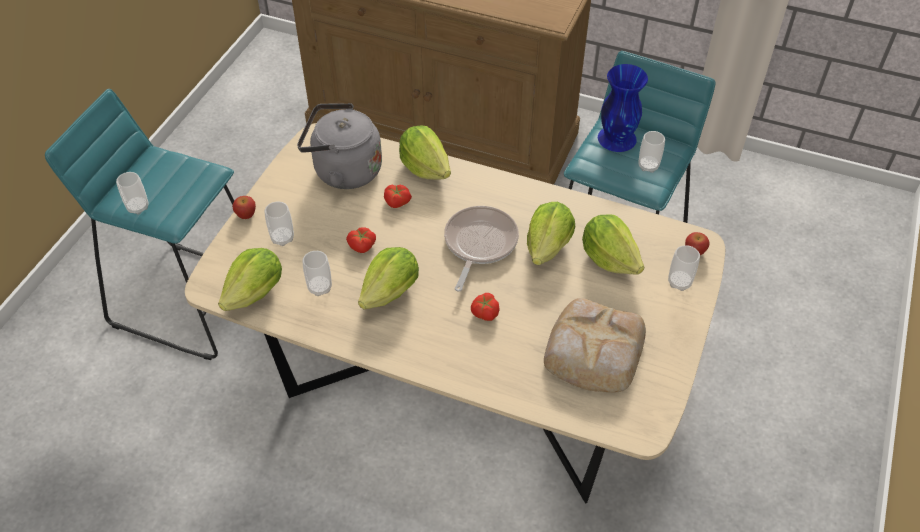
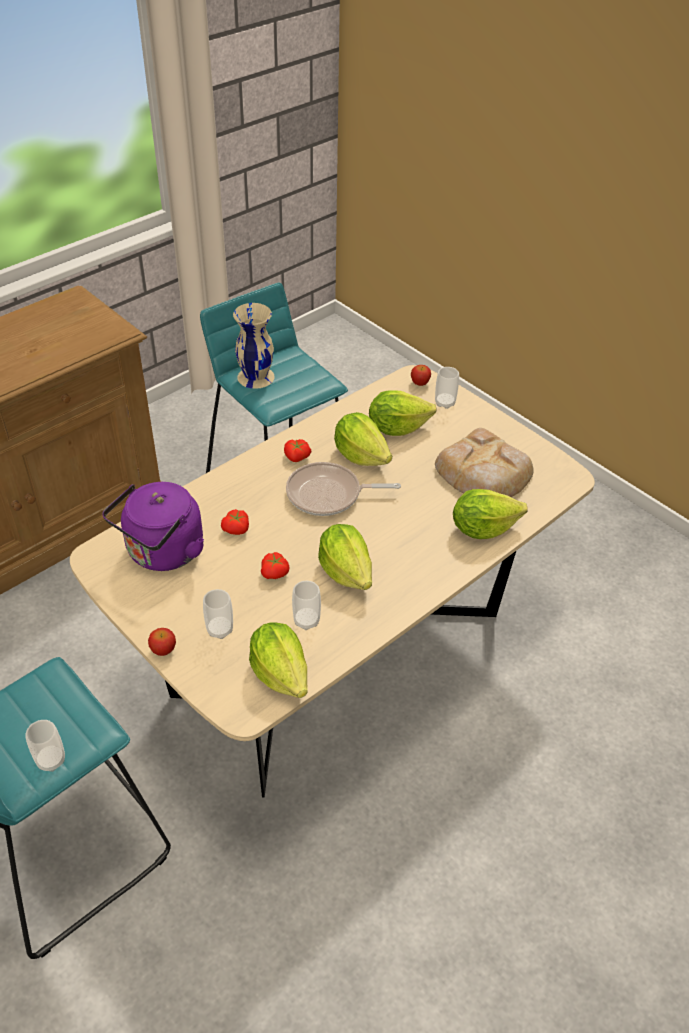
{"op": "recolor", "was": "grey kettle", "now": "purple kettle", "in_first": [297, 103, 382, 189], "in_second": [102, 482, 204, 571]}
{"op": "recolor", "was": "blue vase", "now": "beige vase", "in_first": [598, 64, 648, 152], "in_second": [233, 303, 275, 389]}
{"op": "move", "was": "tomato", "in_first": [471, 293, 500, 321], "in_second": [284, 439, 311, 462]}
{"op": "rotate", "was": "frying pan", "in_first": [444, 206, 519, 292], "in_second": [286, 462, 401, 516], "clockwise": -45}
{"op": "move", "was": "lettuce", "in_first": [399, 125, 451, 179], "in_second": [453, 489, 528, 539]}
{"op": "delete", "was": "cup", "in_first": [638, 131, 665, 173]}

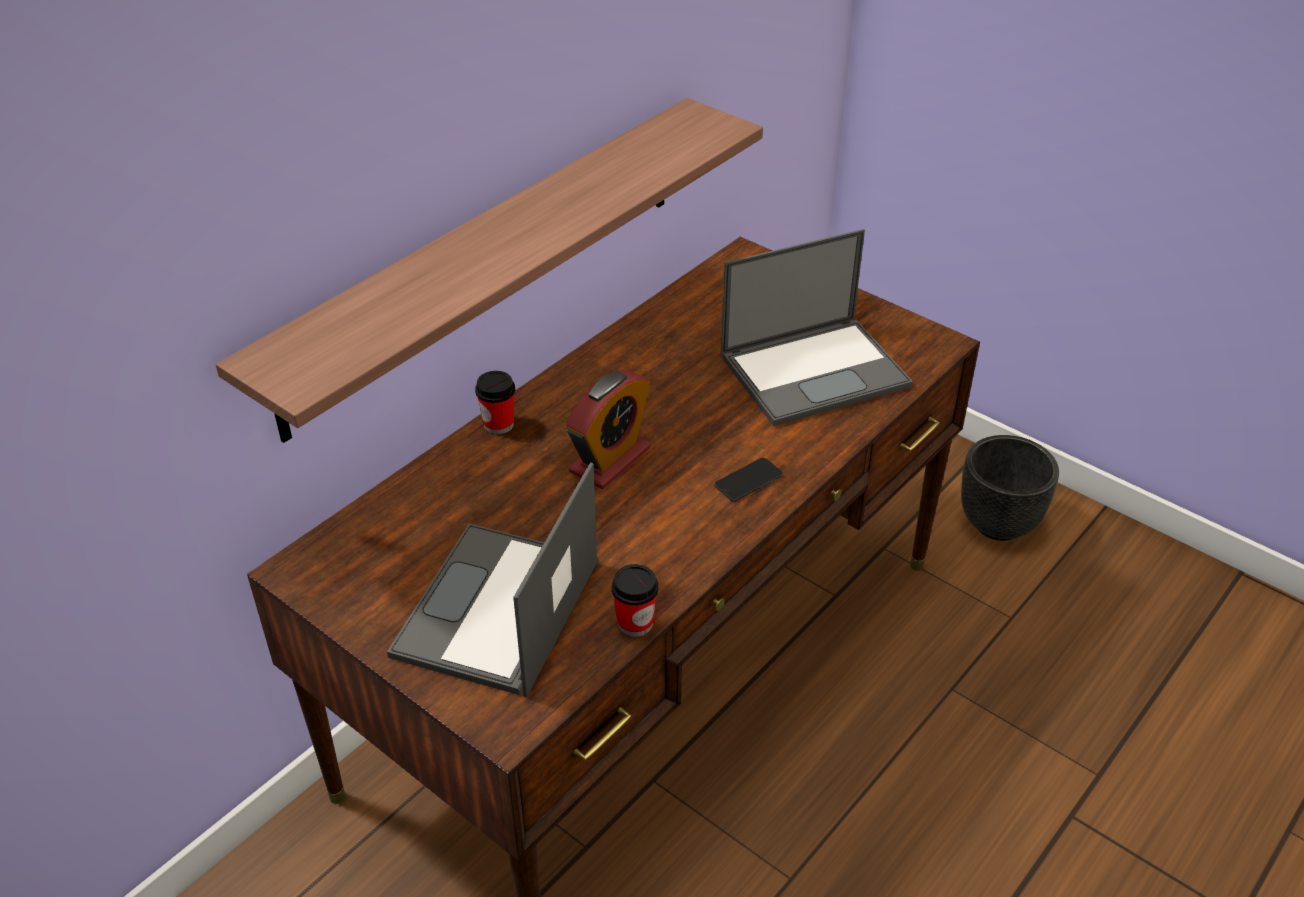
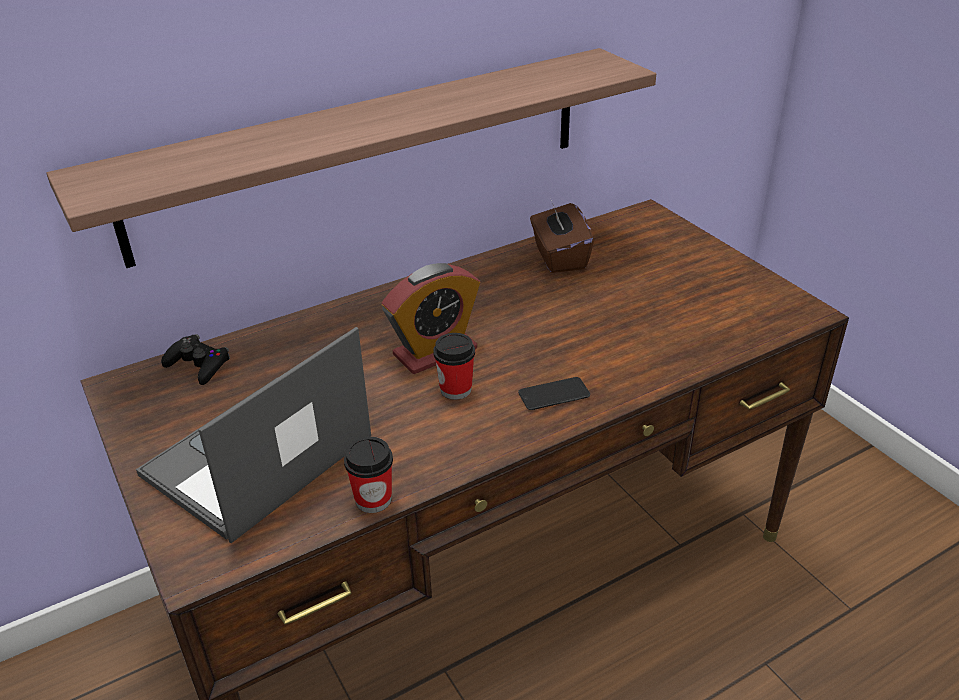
{"op": "insert", "now": "black game controller", "in_second": [161, 334, 230, 385]}
{"op": "move", "was": "cup", "in_first": [475, 371, 515, 434], "in_second": [433, 333, 475, 400]}
{"op": "insert", "now": "brown tissue box", "in_second": [530, 200, 594, 273]}
{"op": "delete", "was": "laptop", "in_first": [721, 229, 913, 426]}
{"op": "delete", "was": "black planter", "in_first": [961, 435, 1059, 541]}

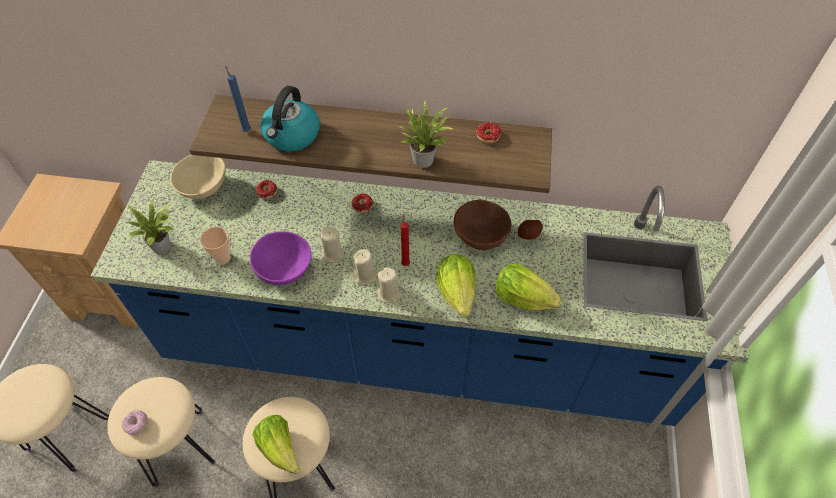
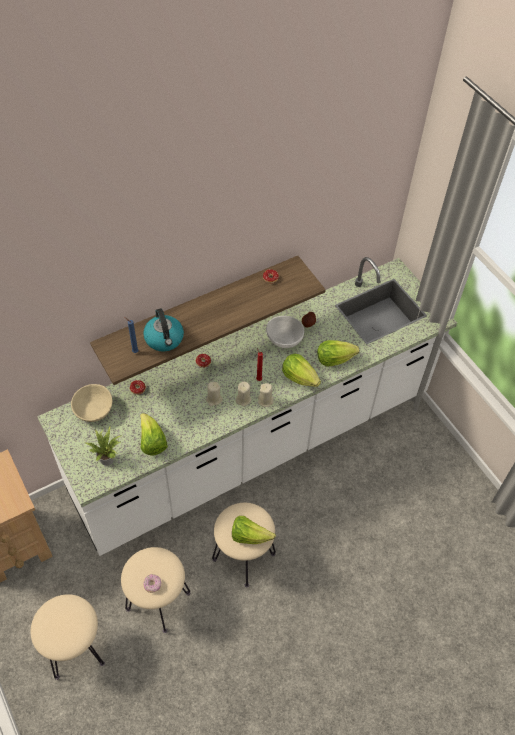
{"op": "recolor", "was": "blue counter", "now": "white counter", "in_first": [91, 160, 749, 426], "in_second": [37, 257, 457, 556]}
{"op": "replace", "was": "cup", "now": "lettuce", "in_first": [200, 227, 231, 265], "in_second": [140, 413, 168, 456]}
{"op": "recolor", "was": "brown bowl", "now": "white bowl", "in_first": [454, 200, 512, 250], "in_second": [266, 316, 304, 348]}
{"op": "delete", "was": "purple bowl", "in_first": [250, 231, 311, 285]}
{"op": "delete", "was": "potted plant", "in_first": [398, 99, 455, 168]}

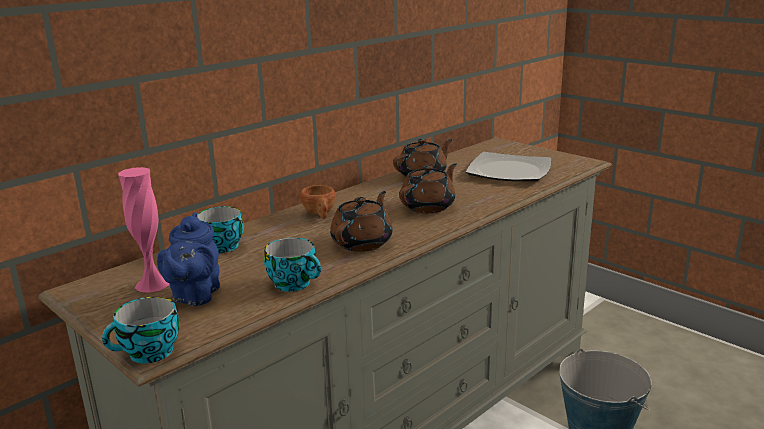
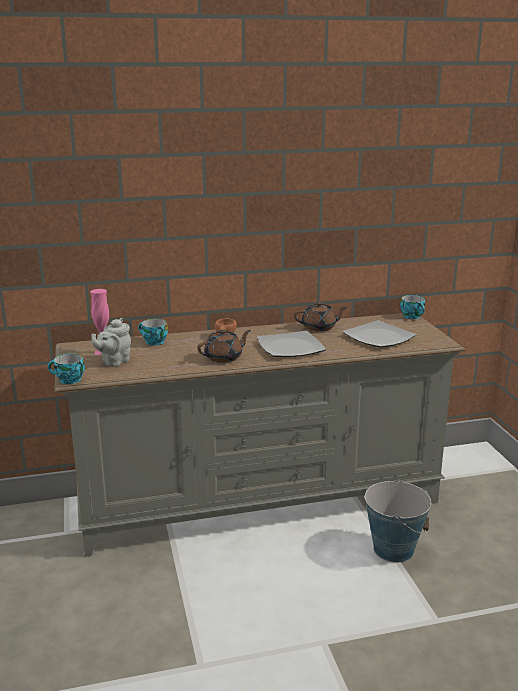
{"op": "recolor", "was": "blue teapot", "now": "grey teapot", "in_first": [157, 212, 220, 306], "in_second": [91, 318, 131, 367]}
{"op": "replace", "was": "brown teapot", "now": "plate", "in_first": [399, 164, 457, 213], "in_second": [257, 331, 326, 357]}
{"op": "move", "was": "cup", "in_first": [264, 238, 321, 292], "in_second": [400, 295, 425, 319]}

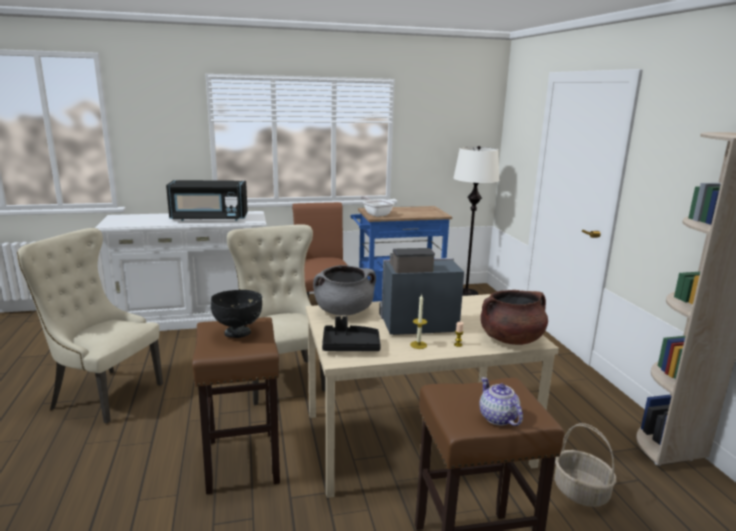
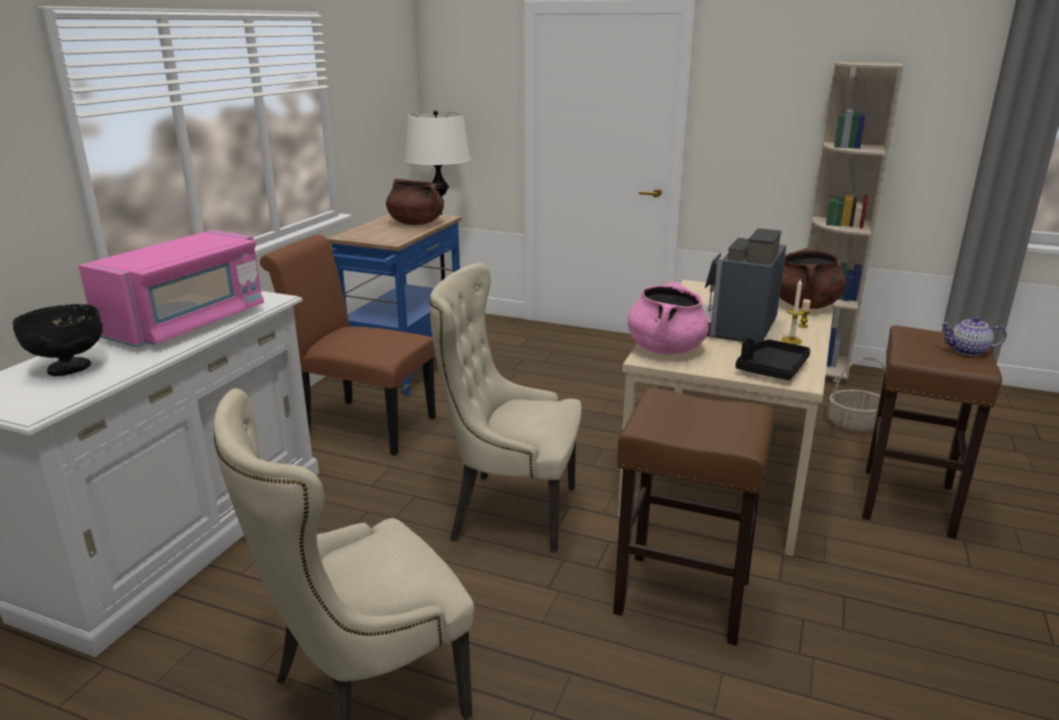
{"op": "move", "was": "black bowl", "in_first": [211, 290, 262, 338], "in_second": [12, 304, 103, 376]}
{"op": "recolor", "was": "black microwave", "now": "pink microwave", "in_first": [166, 180, 248, 221], "in_second": [78, 230, 264, 348]}
{"op": "insert", "now": "brown cooking pot", "in_second": [386, 179, 444, 225]}
{"op": "recolor", "was": "grey cooking pot", "now": "pink cooking pot", "in_first": [313, 265, 376, 316], "in_second": [628, 282, 709, 355]}
{"op": "delete", "was": "frying pan", "in_first": [360, 196, 394, 217]}

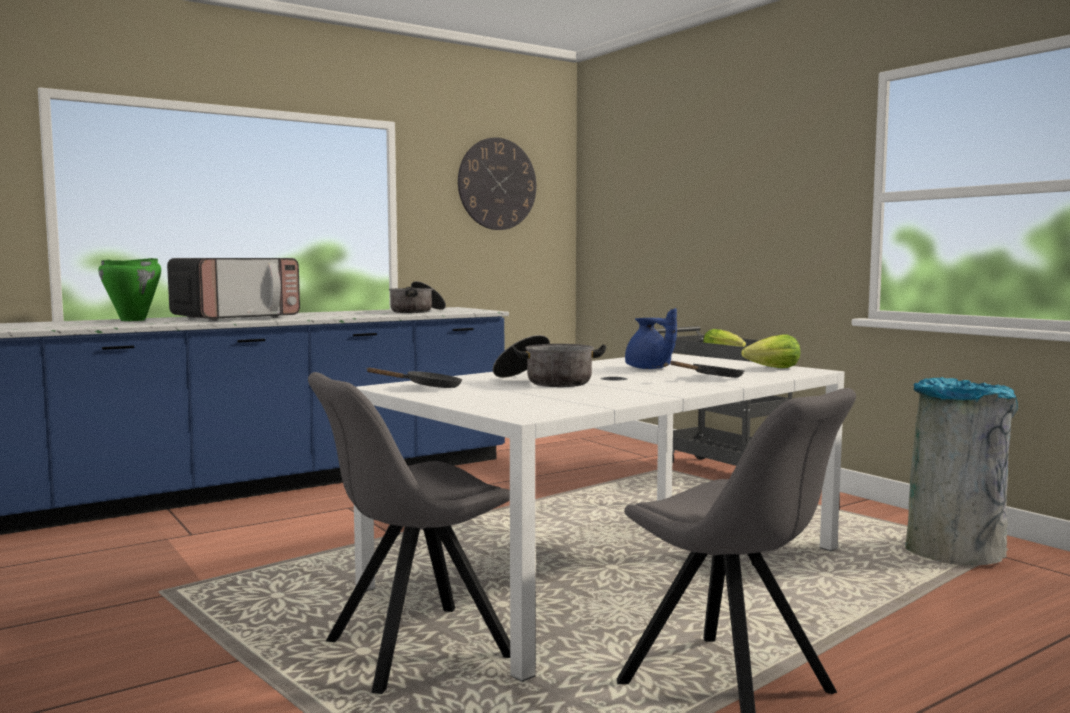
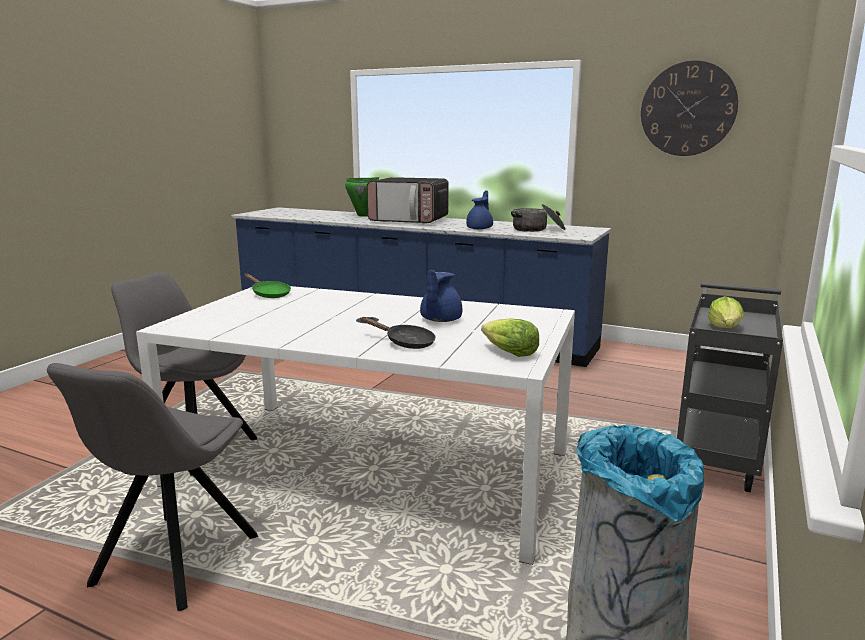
{"op": "recolor", "was": "black frying pan", "now": "green frying pan", "in_first": [365, 368, 462, 388], "in_second": [244, 274, 291, 298]}
{"op": "insert", "now": "blue teapot", "in_second": [466, 190, 493, 229]}
{"op": "delete", "was": "cooking pot", "in_first": [493, 335, 607, 387]}

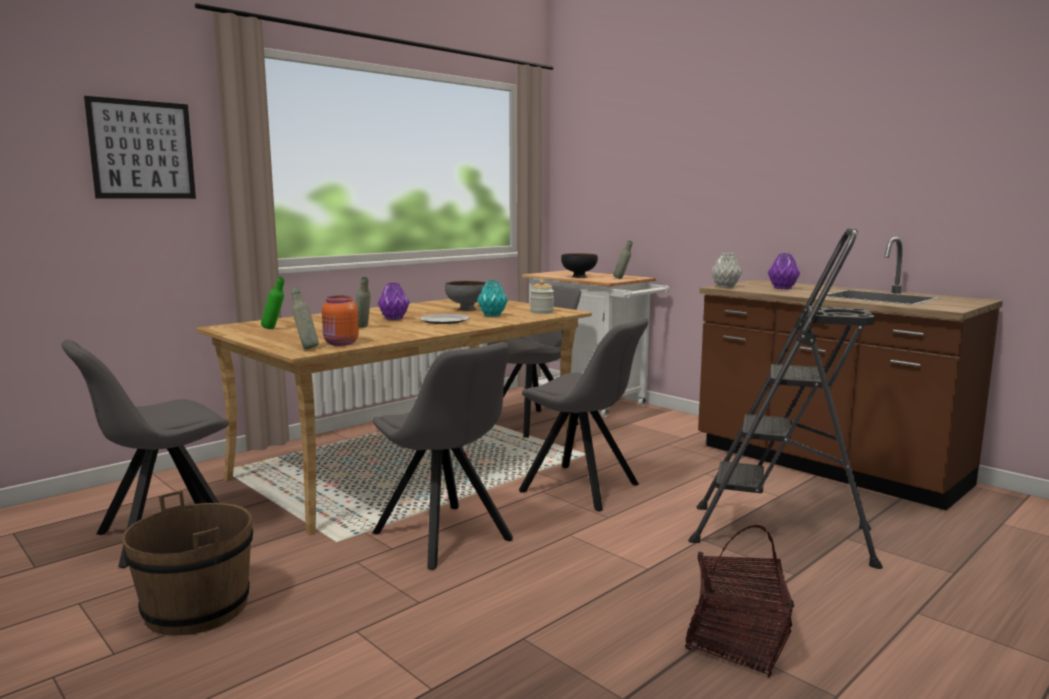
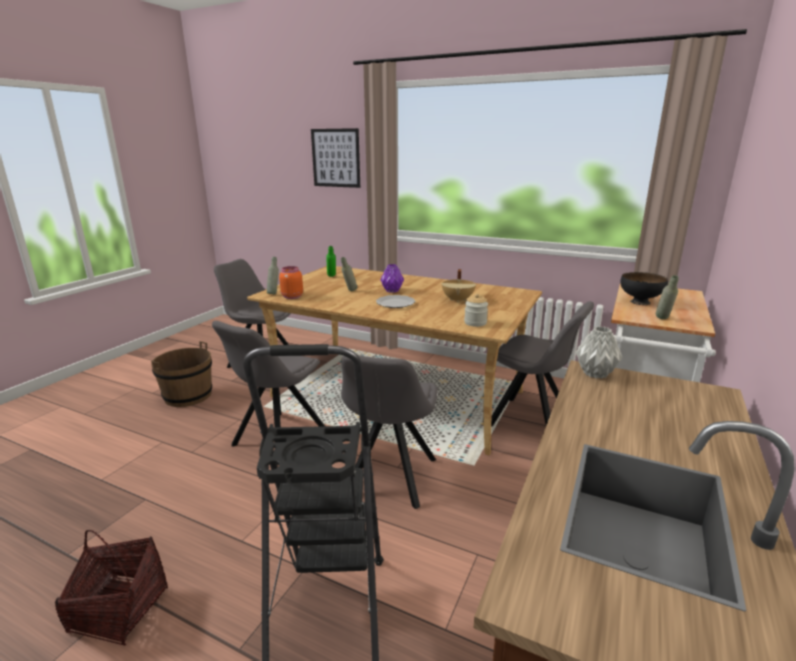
{"op": "replace", "was": "grey bowl", "now": "beige cooking pot", "in_first": [445, 281, 486, 311], "in_second": [441, 269, 476, 303]}
{"op": "delete", "was": "turquoise vase", "in_first": [477, 280, 508, 317]}
{"op": "delete", "was": "purple vase", "in_first": [768, 253, 800, 289]}

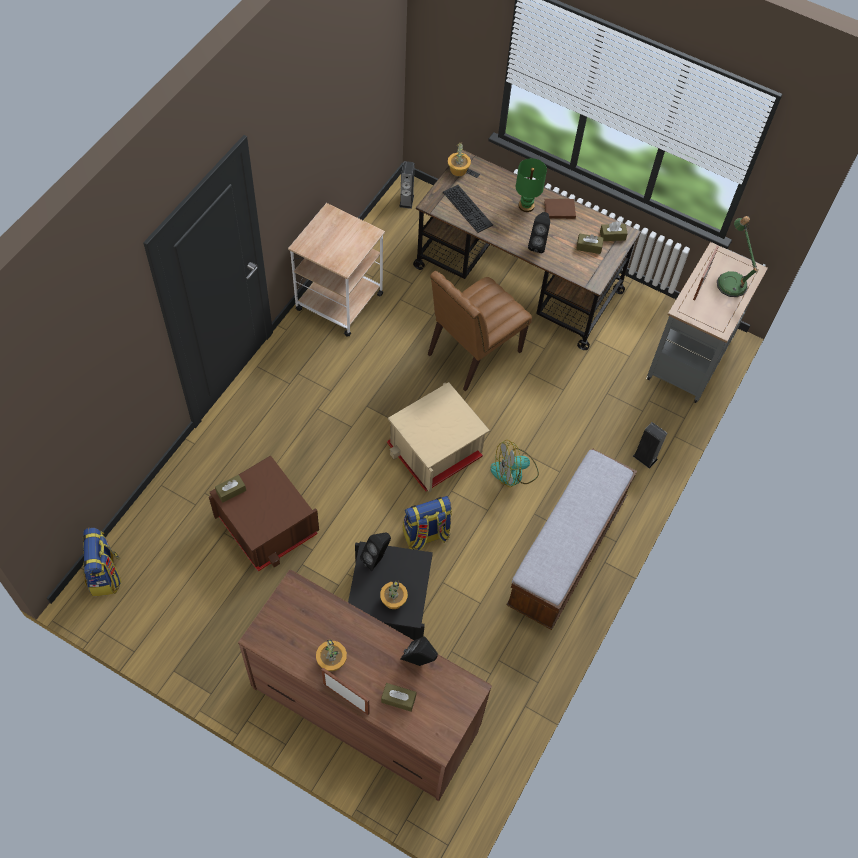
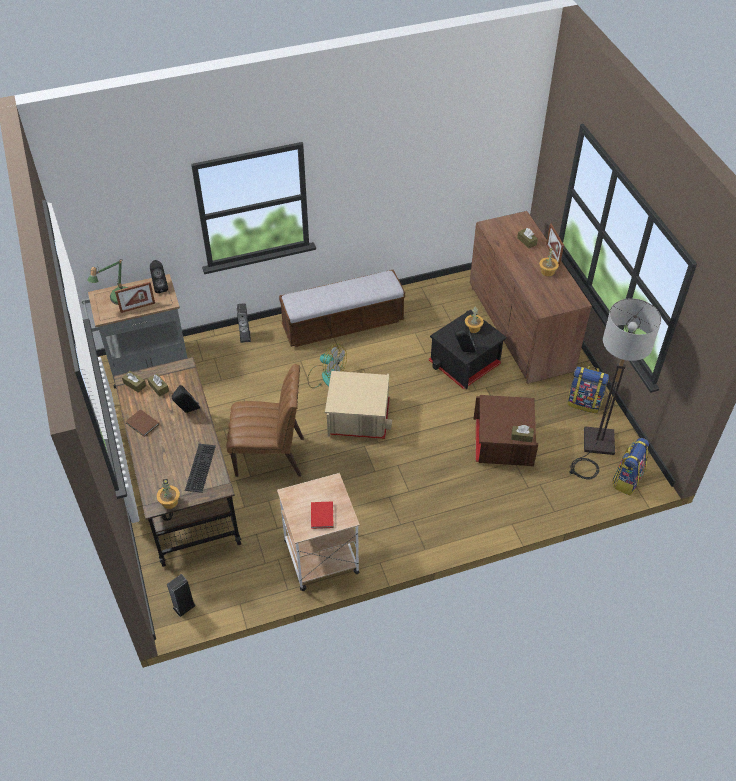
{"op": "move", "was": "black speaker", "in_first": [401, 636, 438, 666], "in_second": [150, 260, 168, 293]}
{"op": "insert", "now": "red book", "in_second": [311, 501, 334, 529]}
{"op": "move", "was": "backpack", "in_first": [403, 496, 452, 551], "in_second": [567, 366, 609, 414]}
{"op": "insert", "now": "floor lamp", "in_second": [570, 298, 661, 480]}
{"op": "delete", "was": "green table lamp", "in_first": [516, 158, 547, 212]}

